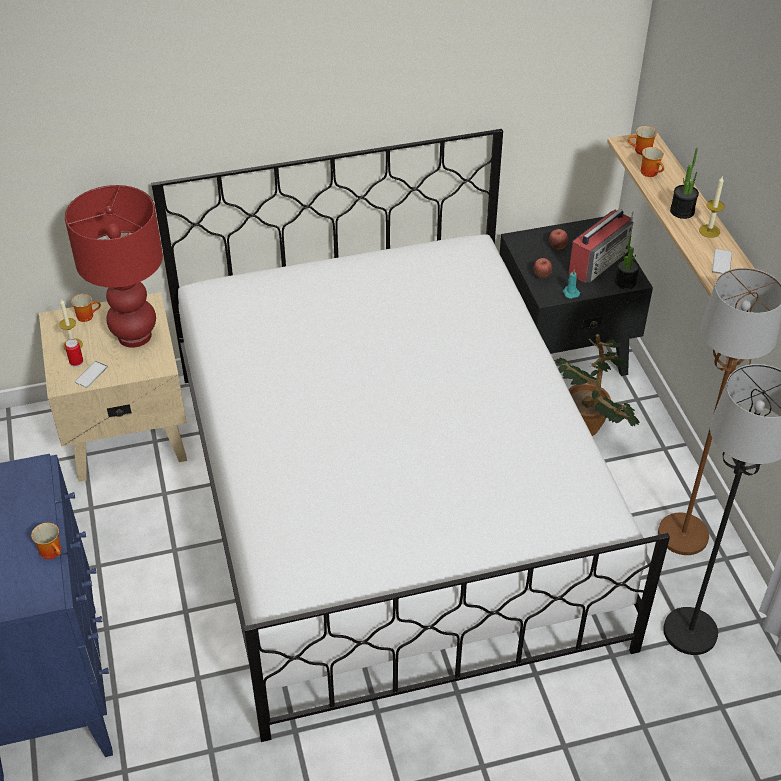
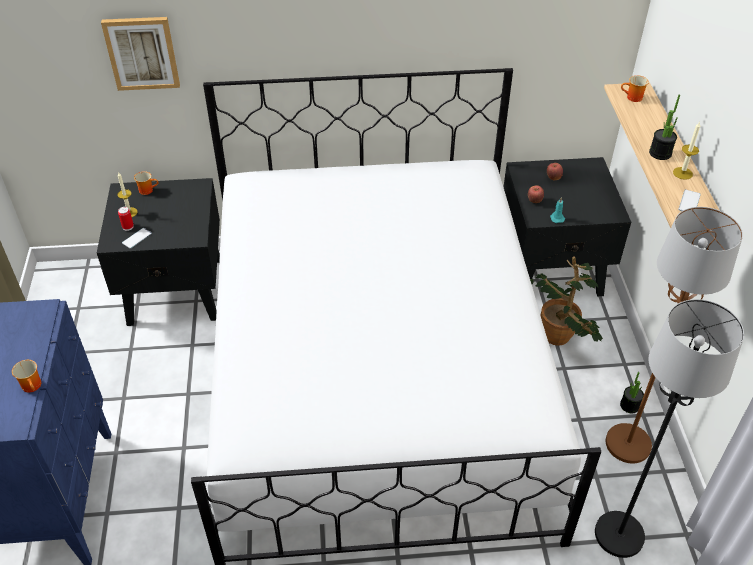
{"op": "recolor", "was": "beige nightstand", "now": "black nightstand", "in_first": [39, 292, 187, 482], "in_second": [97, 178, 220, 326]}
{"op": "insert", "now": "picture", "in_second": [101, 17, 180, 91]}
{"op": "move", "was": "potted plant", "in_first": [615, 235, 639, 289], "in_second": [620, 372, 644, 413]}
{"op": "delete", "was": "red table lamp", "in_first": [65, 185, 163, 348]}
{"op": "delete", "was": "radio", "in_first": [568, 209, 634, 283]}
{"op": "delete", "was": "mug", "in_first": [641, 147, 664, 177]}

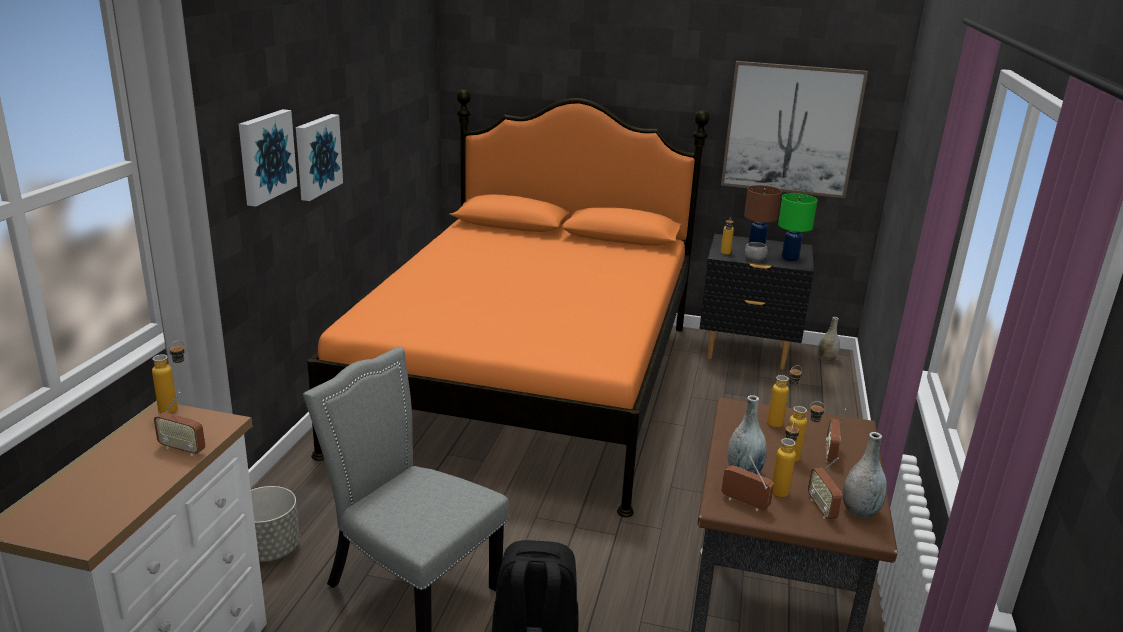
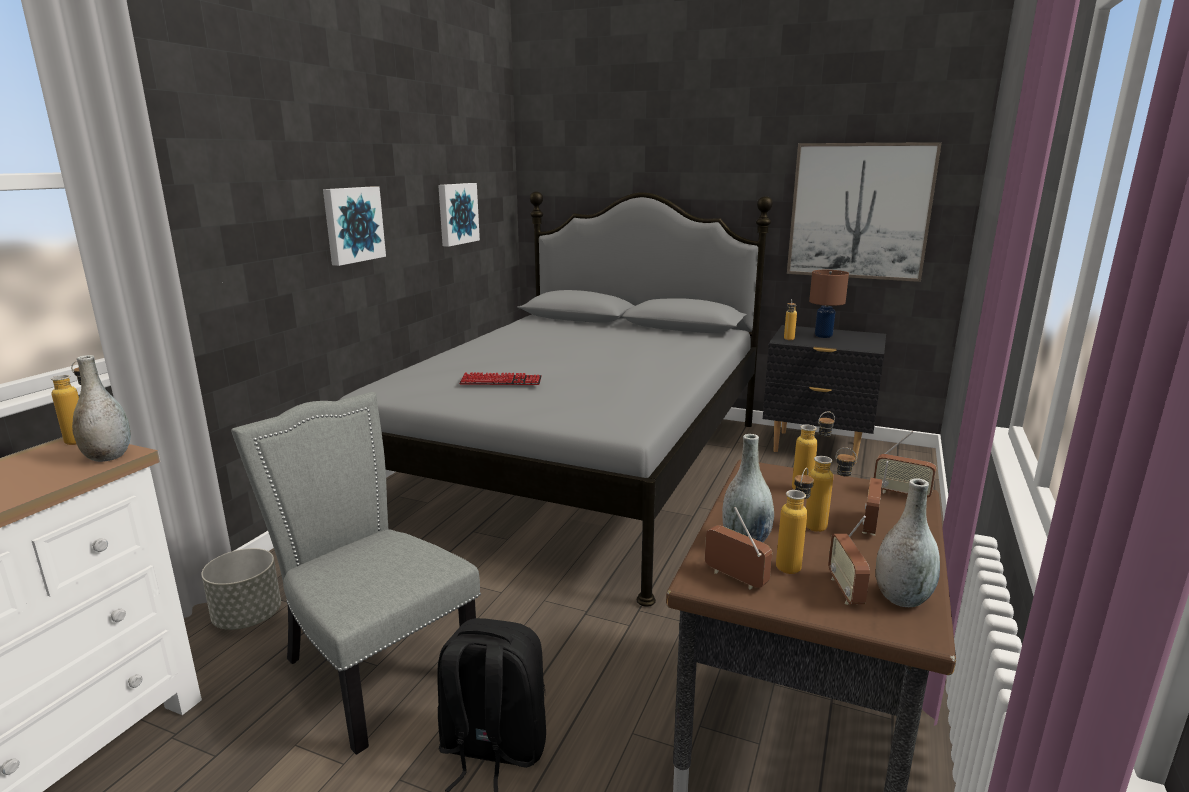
{"op": "move", "was": "grey vase", "in_first": [818, 317, 840, 362], "in_second": [72, 355, 131, 462]}
{"op": "recolor", "was": "orange bed", "now": "grey bed", "in_first": [307, 89, 710, 517], "in_second": [340, 191, 773, 607]}
{"op": "move", "was": "picture", "in_first": [239, 109, 297, 207], "in_second": [438, 183, 480, 247]}
{"op": "insert", "now": "keyboard", "in_second": [459, 372, 542, 385]}
{"op": "move", "was": "radio", "in_first": [154, 392, 205, 456], "in_second": [874, 431, 936, 497]}
{"op": "delete", "was": "grey bowl", "in_first": [745, 242, 768, 261]}
{"op": "delete", "was": "green table lamp", "in_first": [778, 193, 818, 261]}

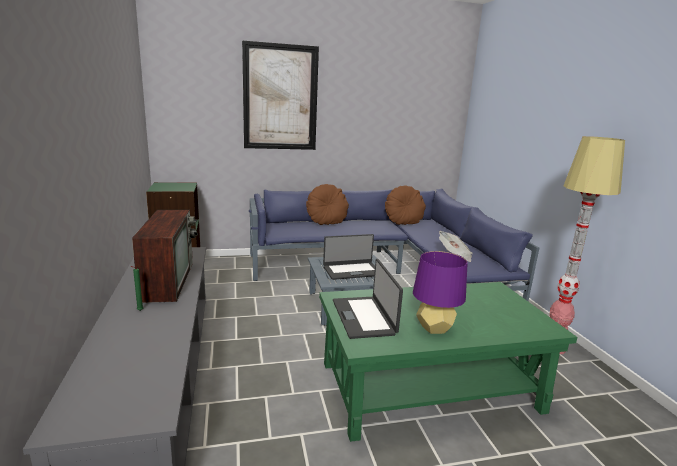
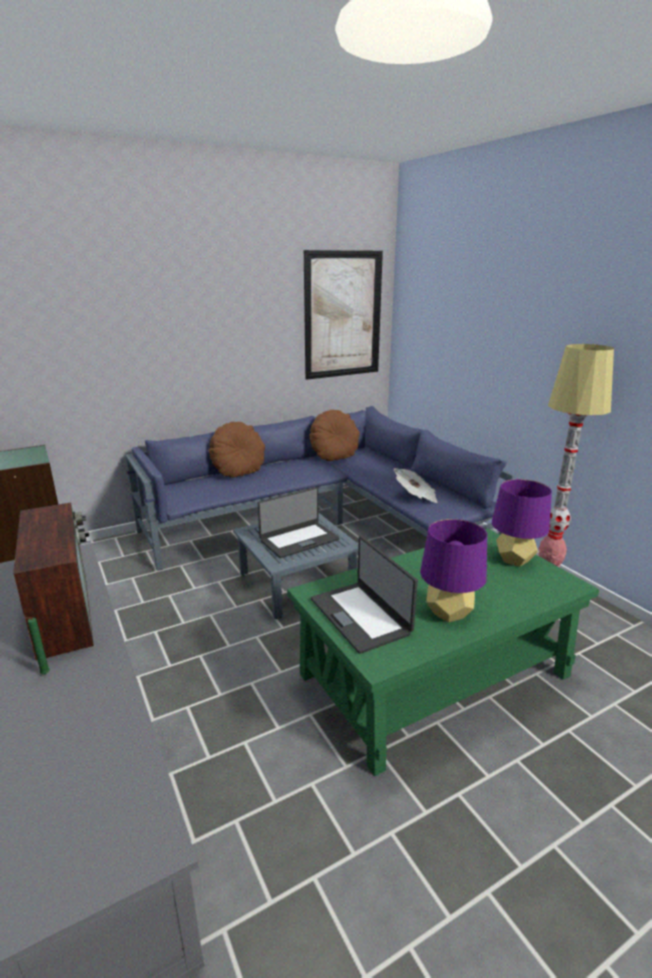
{"op": "move", "was": "picture", "in_first": [242, 41, 319, 150], "in_second": [304, 250, 383, 380]}
{"op": "insert", "now": "purple table lamp", "in_second": [492, 479, 552, 567]}

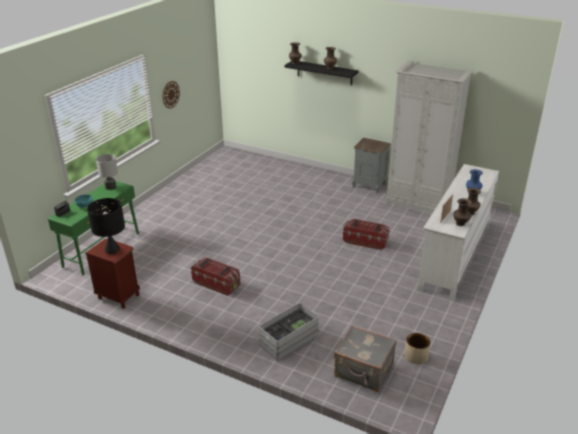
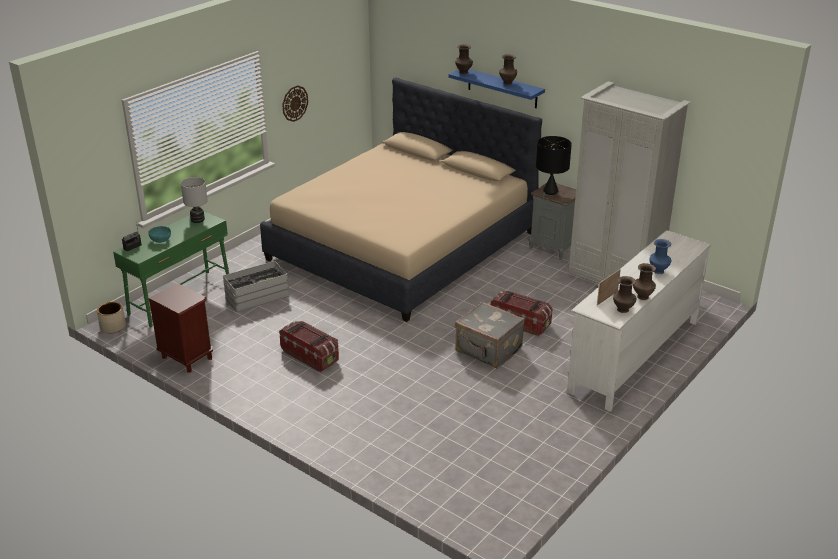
{"op": "move", "was": "beige planter", "in_first": [404, 333, 431, 364], "in_second": [97, 302, 126, 333]}
{"op": "move", "was": "grey storage box", "in_first": [259, 303, 319, 361], "in_second": [223, 261, 289, 312]}
{"op": "insert", "now": "beige bed", "in_second": [260, 78, 542, 322]}
{"op": "recolor", "was": "black shelf", "now": "blue shelf", "in_first": [284, 61, 358, 85], "in_second": [448, 69, 545, 108]}
{"op": "move", "was": "grey suitcase", "in_first": [334, 325, 397, 392], "in_second": [455, 302, 525, 369]}
{"op": "move", "was": "black table lamp", "in_first": [87, 198, 125, 254], "in_second": [536, 136, 572, 195]}

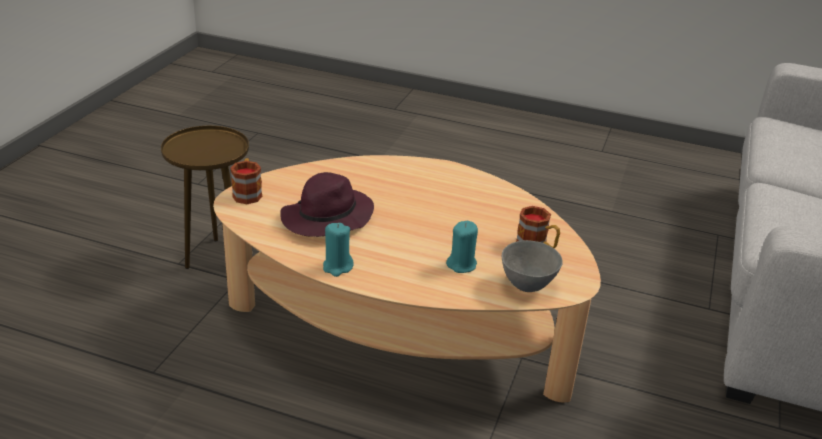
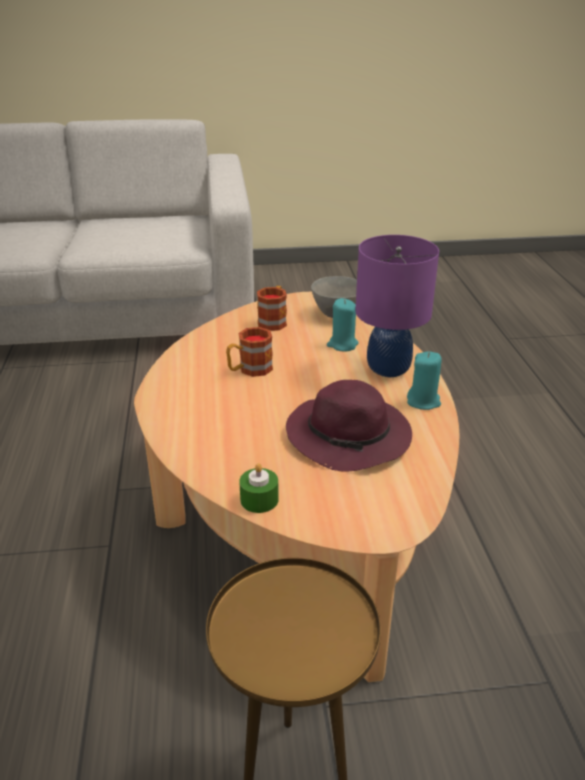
{"op": "move", "was": "mug", "in_first": [230, 158, 262, 204], "in_second": [226, 327, 273, 377]}
{"op": "insert", "now": "green candle", "in_second": [239, 463, 279, 513]}
{"op": "insert", "now": "purple table lamp", "in_second": [355, 235, 439, 377]}

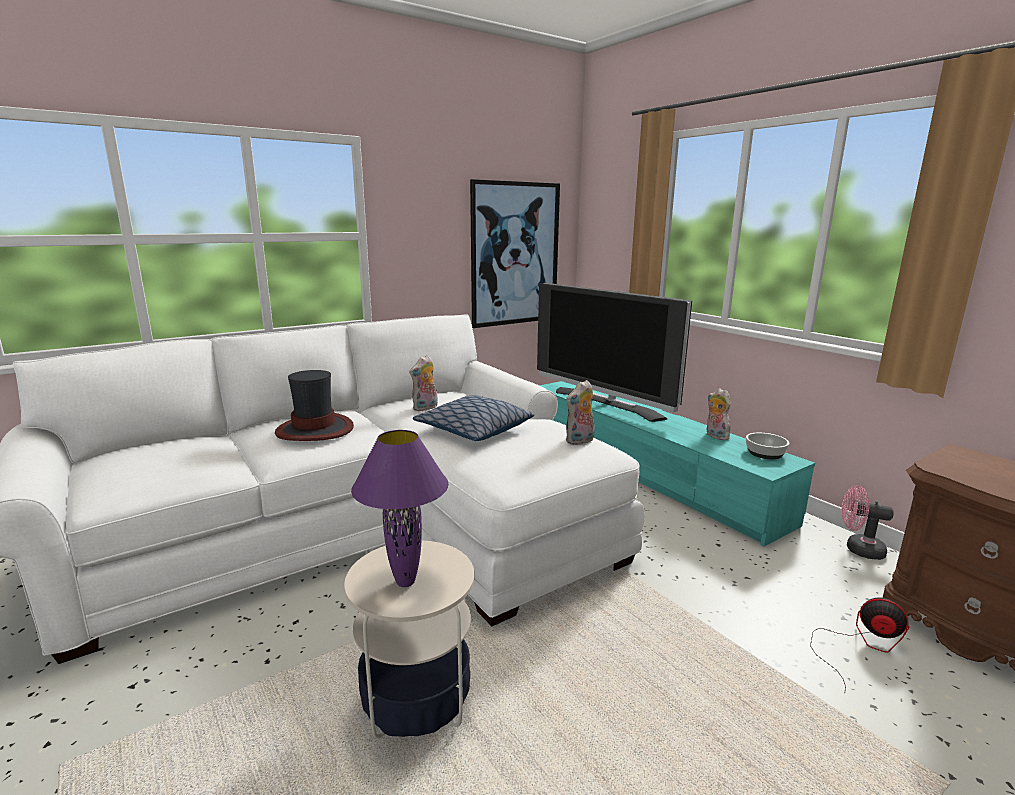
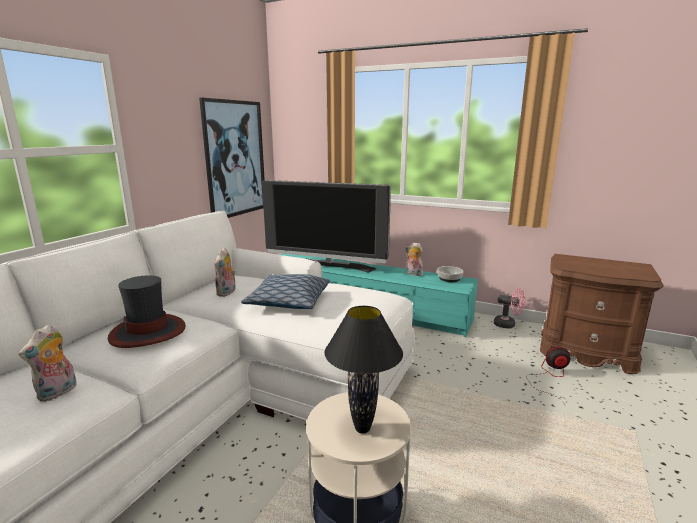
{"op": "move", "was": "plush toy", "in_first": [566, 380, 595, 445], "in_second": [19, 324, 77, 402]}
{"op": "recolor", "was": "purple table lamp", "now": "black table lamp", "in_first": [351, 430, 448, 587], "in_second": [325, 306, 403, 434]}
{"op": "rotate", "was": "pink fan", "in_first": [842, 485, 894, 560], "in_second": [494, 288, 525, 329], "clockwise": -150}

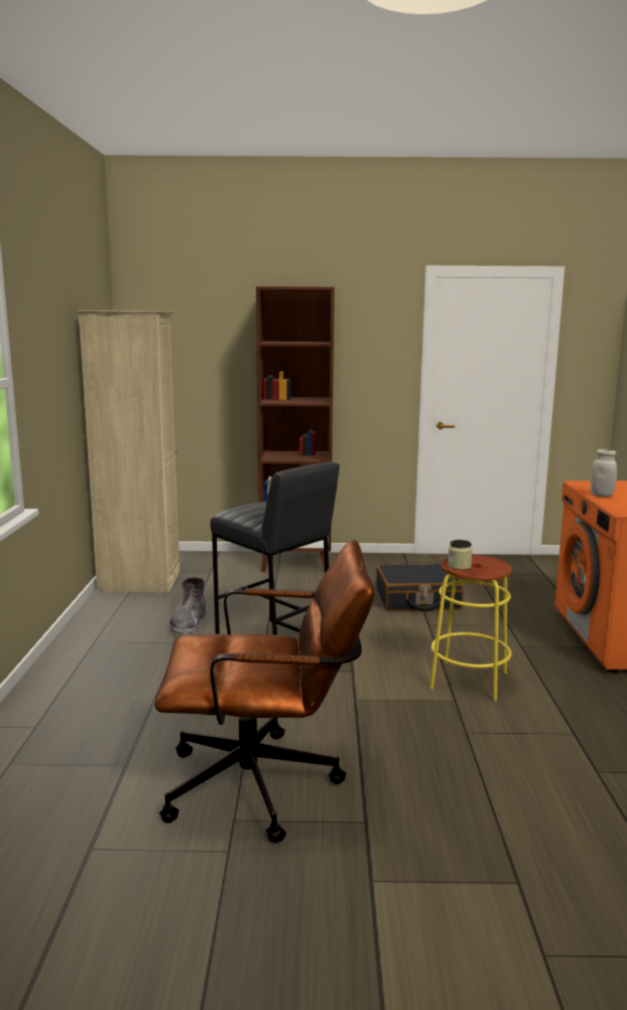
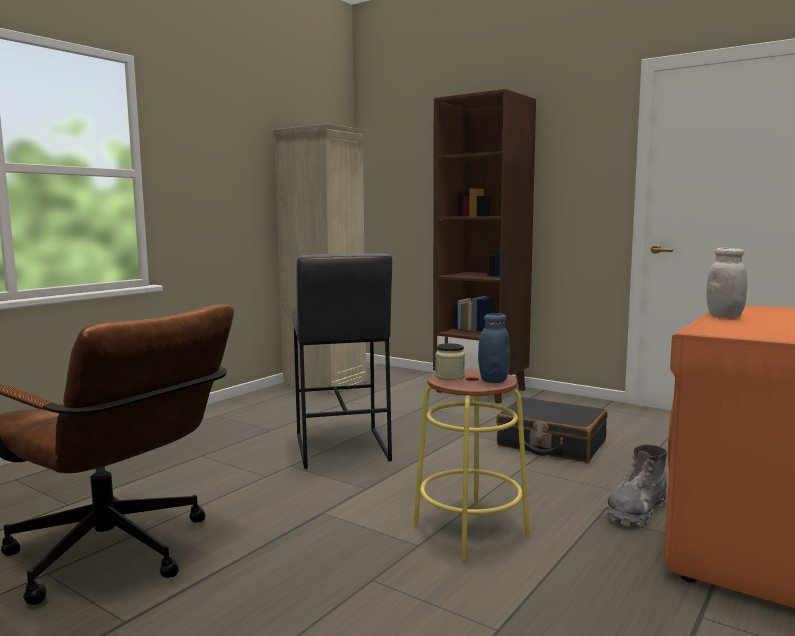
{"op": "insert", "now": "blue jar", "in_second": [478, 313, 510, 383]}
{"op": "move", "was": "grey boot", "in_first": [169, 578, 206, 636], "in_second": [606, 444, 667, 526]}

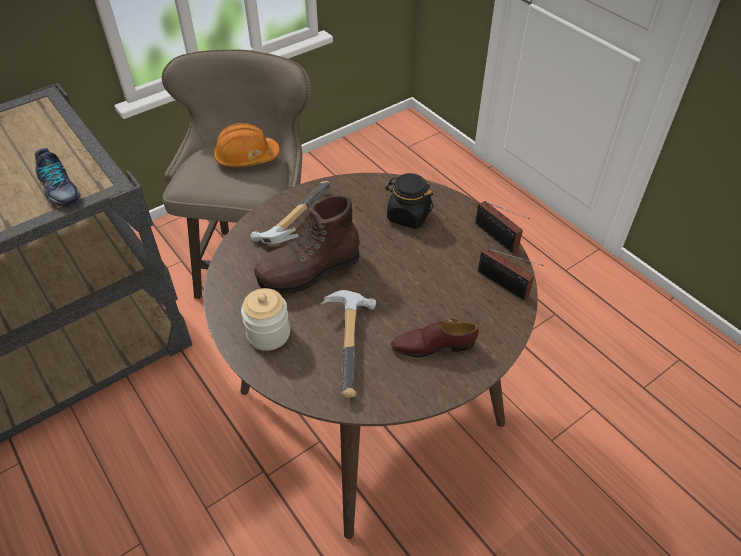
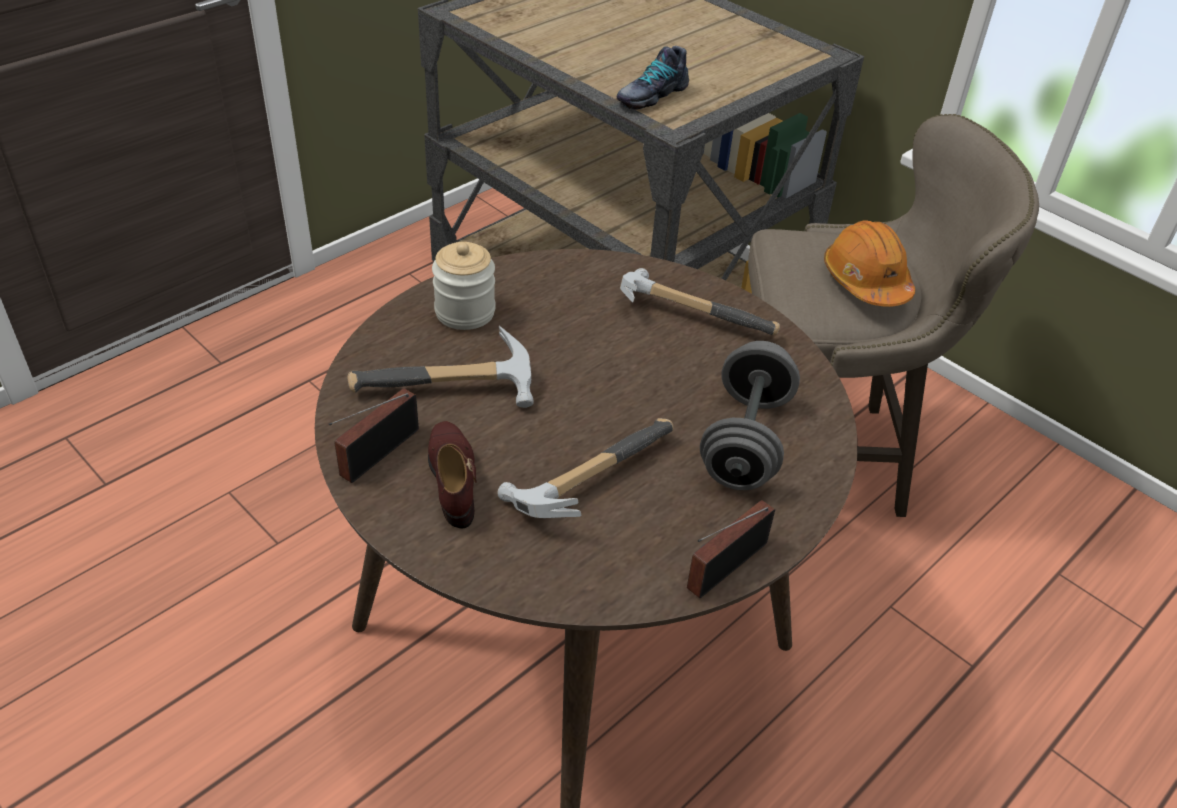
{"op": "move", "was": "radio", "in_first": [478, 248, 544, 300], "in_second": [329, 388, 419, 483]}
{"op": "insert", "now": "hammer", "in_second": [497, 418, 674, 518]}
{"op": "replace", "was": "black jar", "now": "grey dumbbell", "in_first": [385, 173, 433, 229], "in_second": [700, 341, 800, 490]}
{"op": "delete", "was": "brown boot", "in_first": [254, 195, 360, 294]}

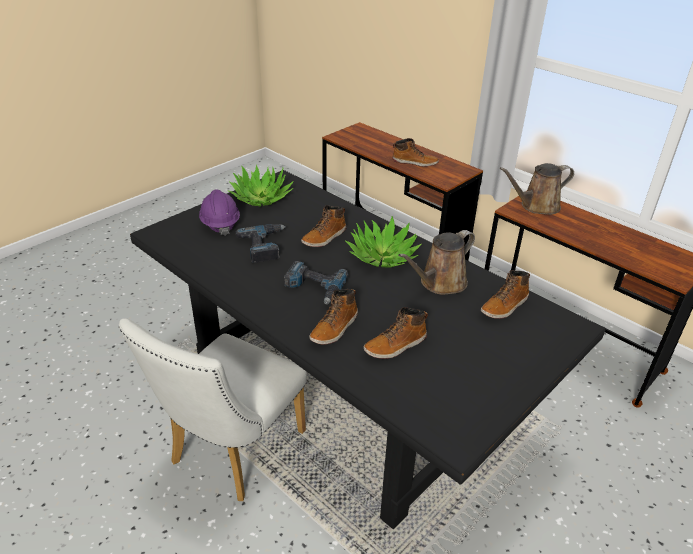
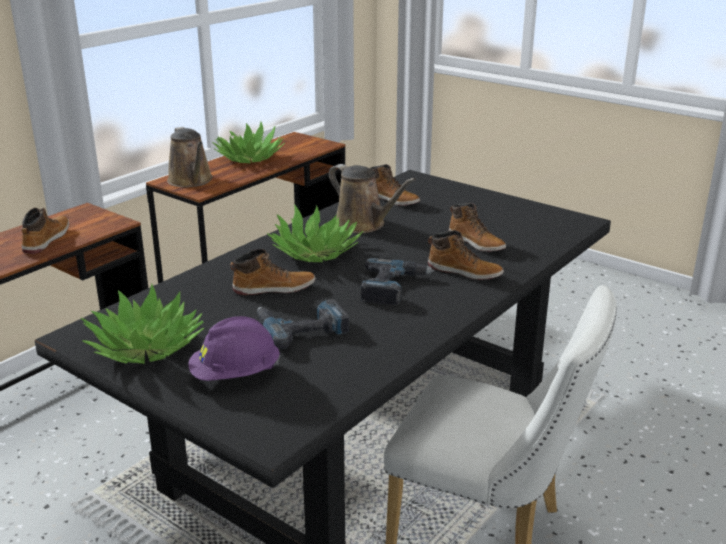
{"op": "insert", "now": "potted plant", "in_second": [212, 122, 285, 163]}
{"op": "rotate", "was": "boot", "in_first": [301, 205, 346, 247], "in_second": [230, 249, 315, 295], "clockwise": -45}

